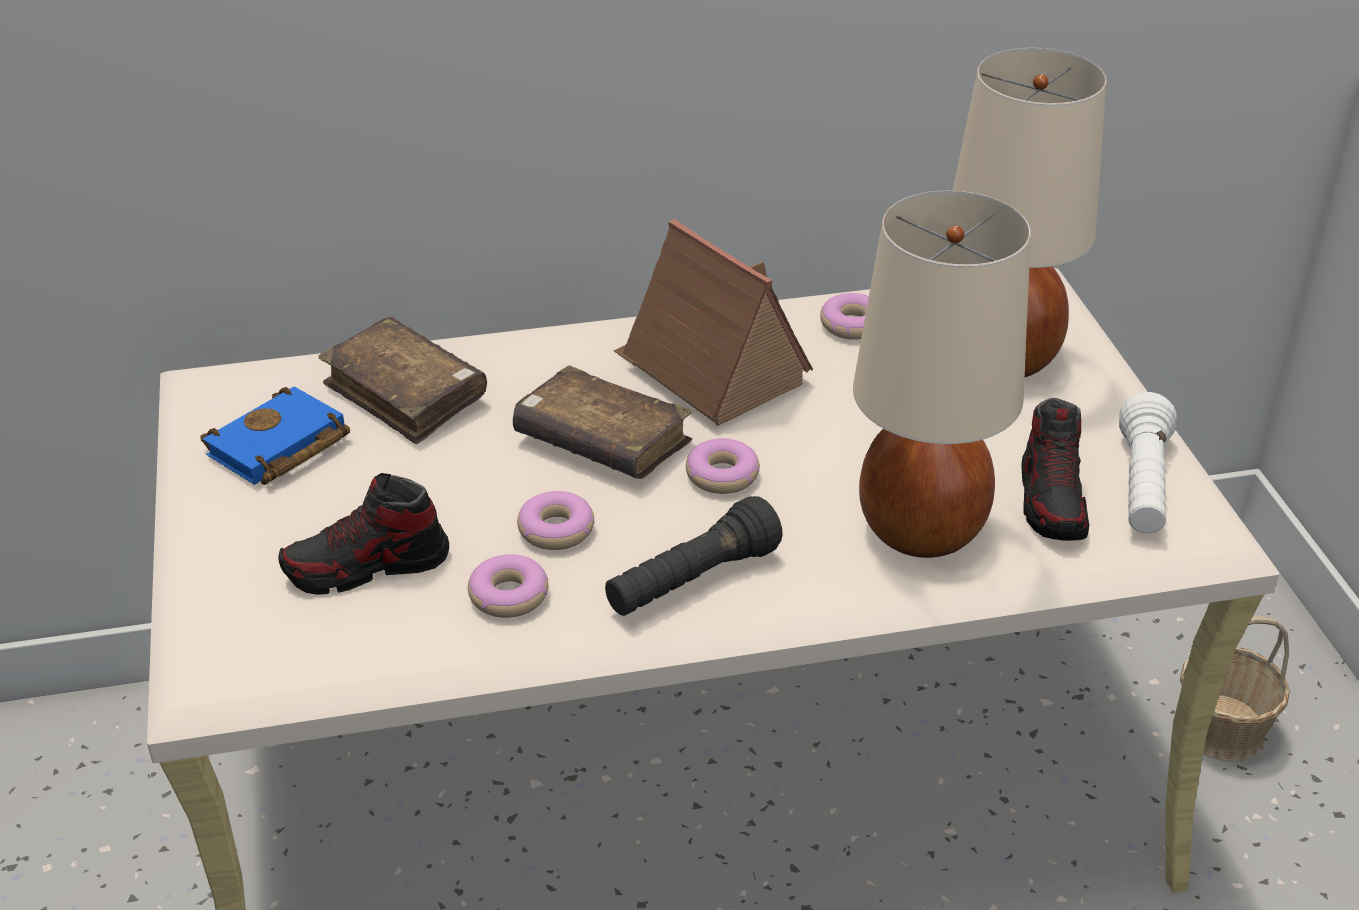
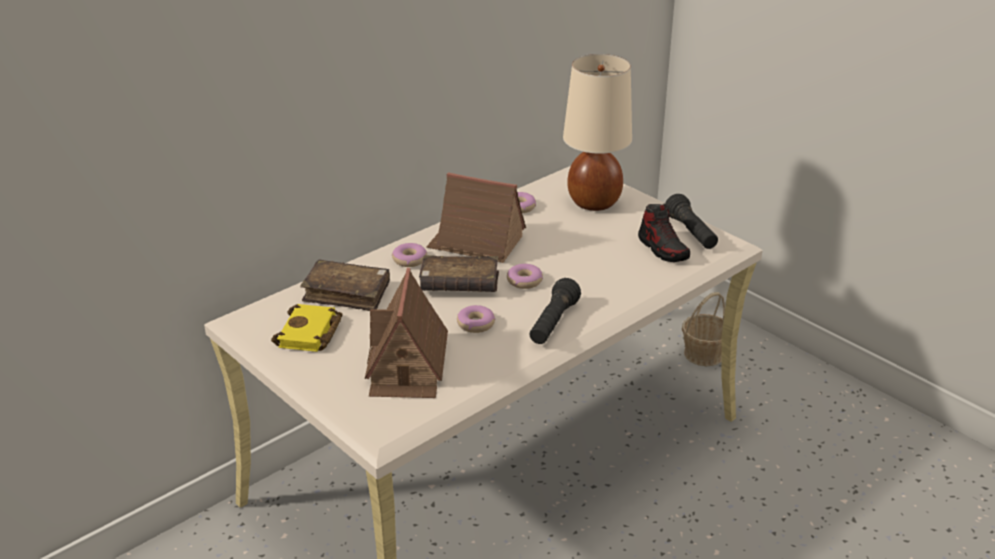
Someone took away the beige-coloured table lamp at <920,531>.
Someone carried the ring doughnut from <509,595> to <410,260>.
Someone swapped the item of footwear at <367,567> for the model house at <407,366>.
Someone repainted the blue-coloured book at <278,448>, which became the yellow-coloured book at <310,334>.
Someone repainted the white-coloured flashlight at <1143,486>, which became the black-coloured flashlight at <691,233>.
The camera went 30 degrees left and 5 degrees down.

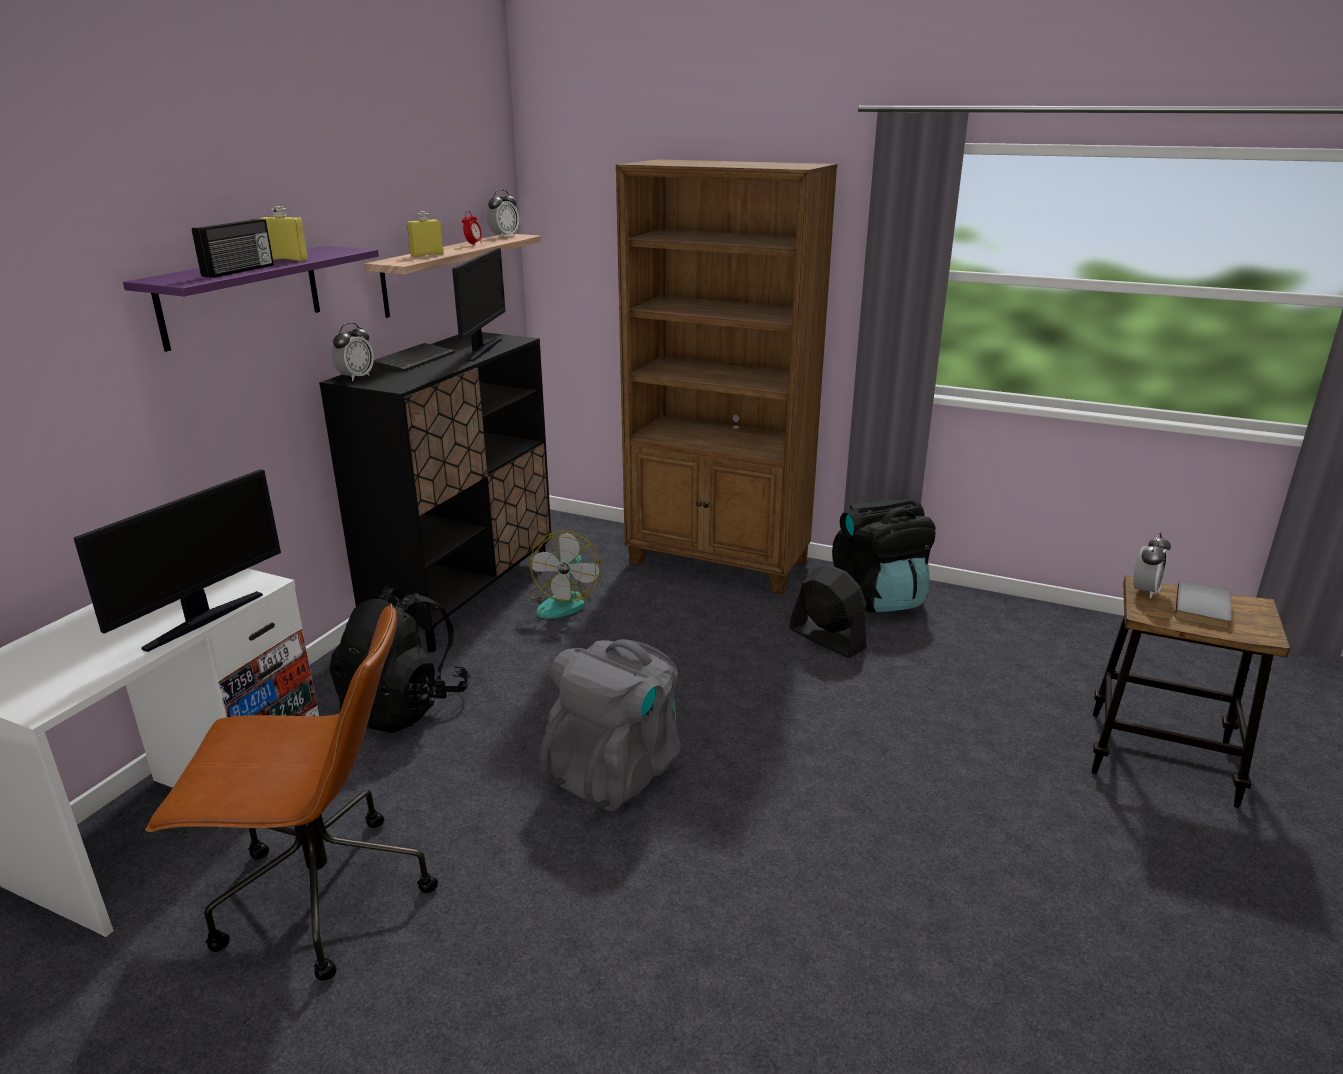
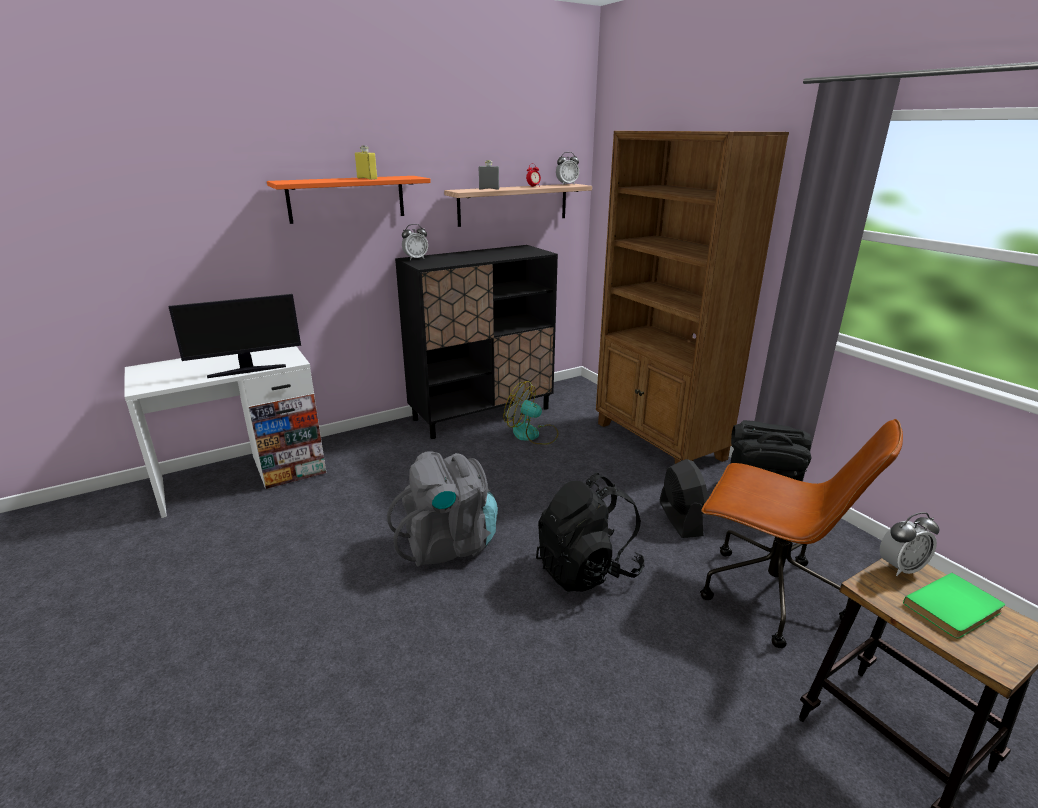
Someone took away the radio set at <240,271>.
Someone took away the computer keyboard at <414,359>.
Someone took away the computer display at <482,350>.
Someone carried the brown-coloured computer chair from <320,896> to <767,594>.
Someone carried the black-coloured rucksack from <404,706> to <587,569>.
Someone repainted the purple shelf at <241,296>, which became the orange shelf at <347,199>.
Someone repainted the yellow-coloured beverage bottle at <427,255>, which became the grey beverage bottle at <489,189>.
Someone repainted the grey book at <1205,608>, which became the green-coloured book at <955,609>.
Someone rotated the electric fan at <564,601> by 75 degrees clockwise.
The camera went 35 degrees right and 0 degrees up.

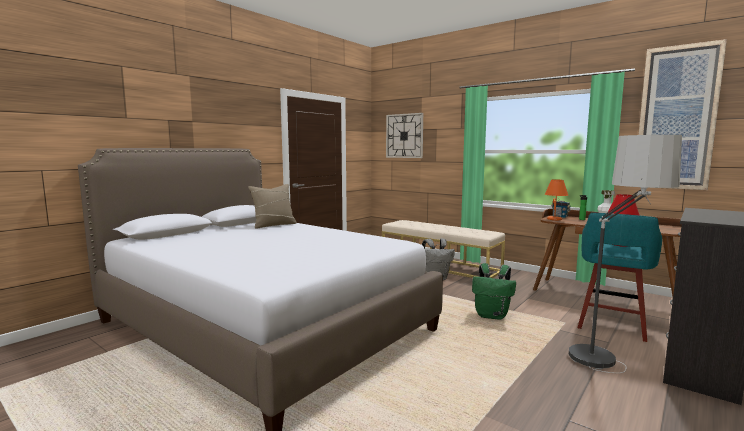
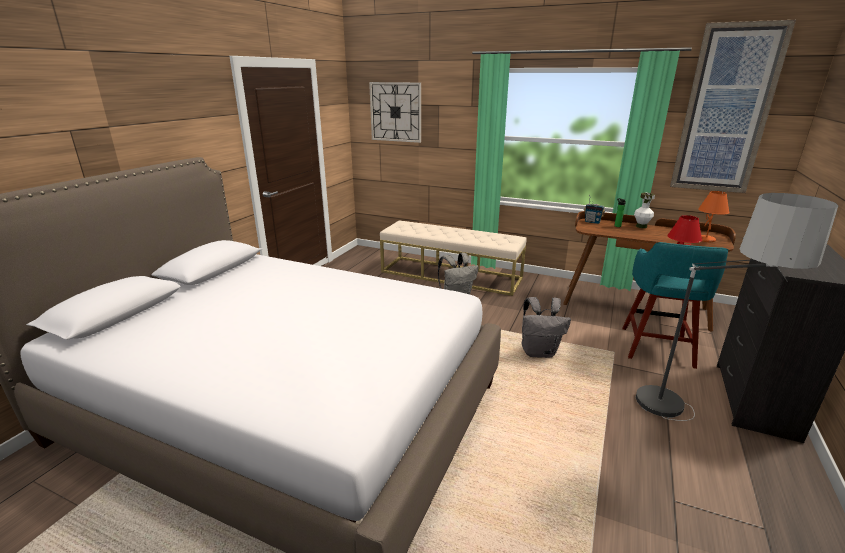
Someone took away the beige-coloured pillow at <273,225>.
Someone carried the orange table lamp from <554,219> to <706,240>.
Someone repainted the green-coloured rucksack at <492,315>, which became the grey rucksack at <539,352>.
The camera went 15 degrees left and 15 degrees up.

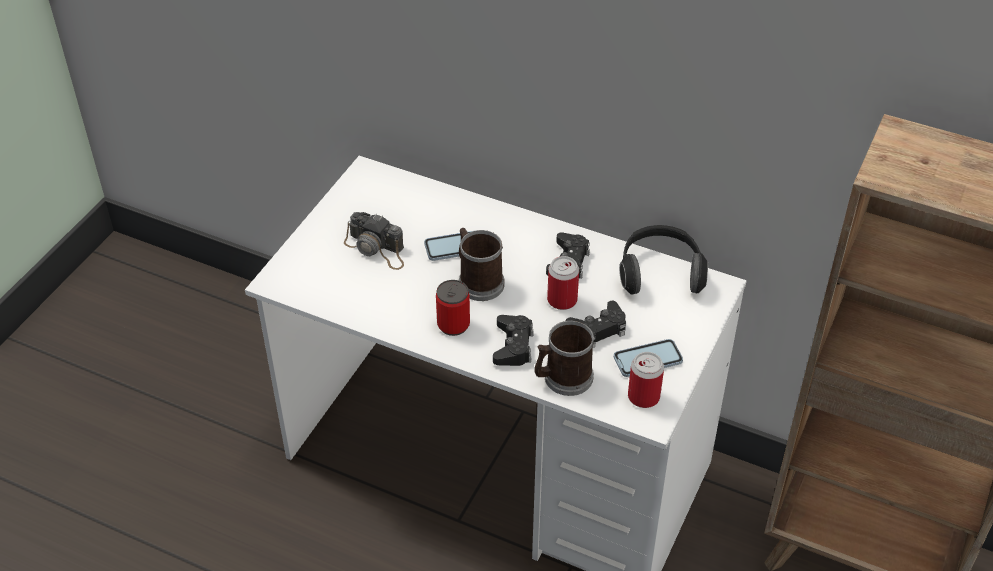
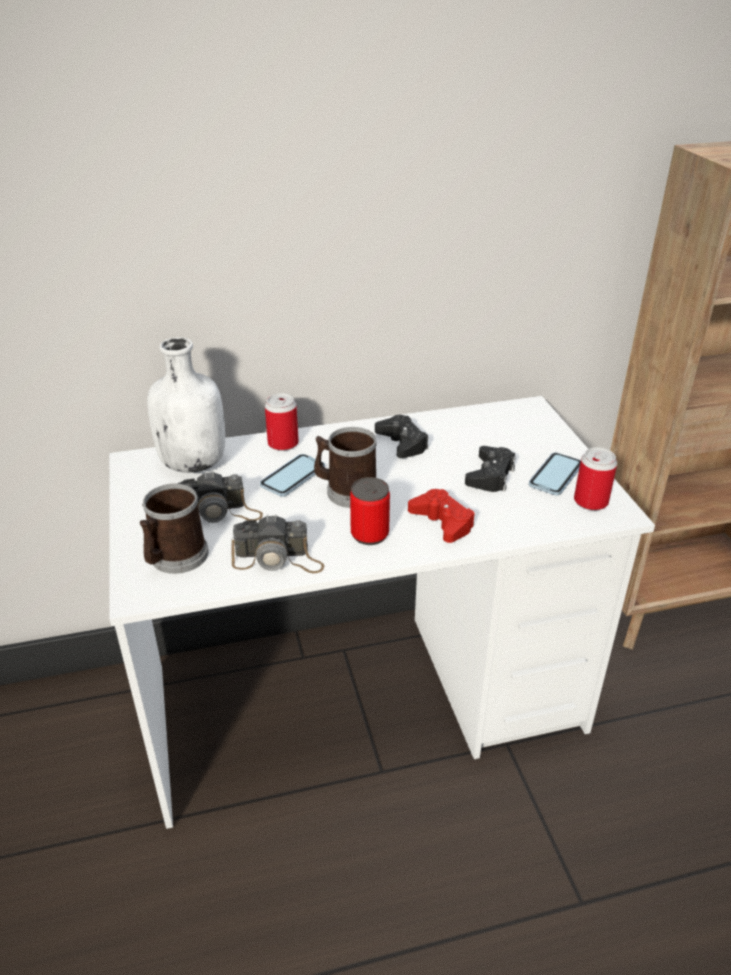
Someone took away the headset at <660,273>.
Someone put down the white-coloured beverage bottle at <194,462>.
Someone put down the still camera at <278,559>.
Someone carried the coffee mug from <563,378> to <175,558>.
Someone carried the sealed can from <562,300> to <283,443>.
Someone repainted the black-coloured game controller at <513,346>, which became the reddish game controller at <442,522>.
The camera went 40 degrees left and 10 degrees down.

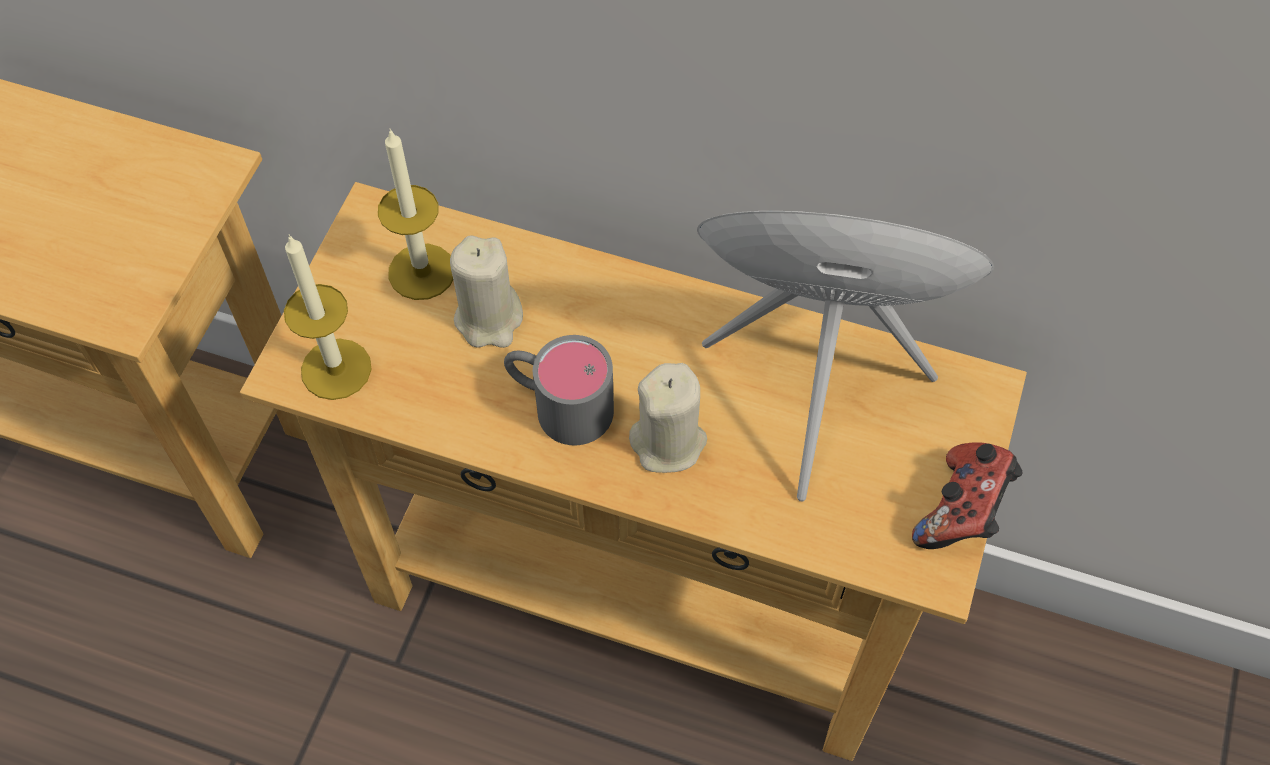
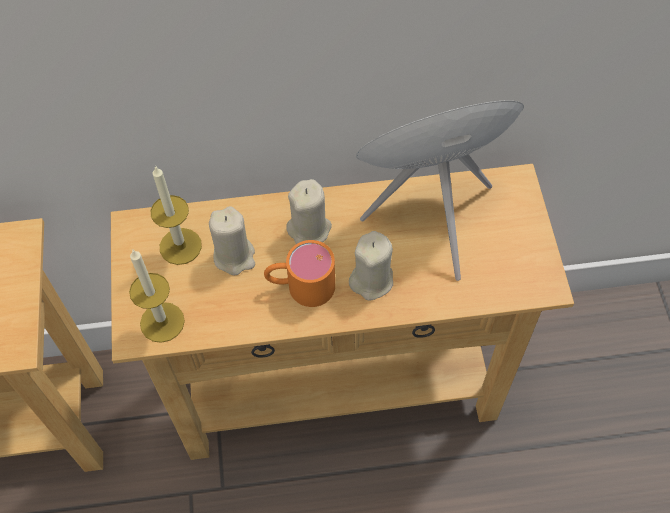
Someone took away the game controller at <962,511>.
Someone put down the beige-coloured wax candle at <309,229>.
Someone repainted the grey coffee mug at <558,404>, which became the orange coffee mug at <300,286>.
The camera went 25 degrees left and 0 degrees up.

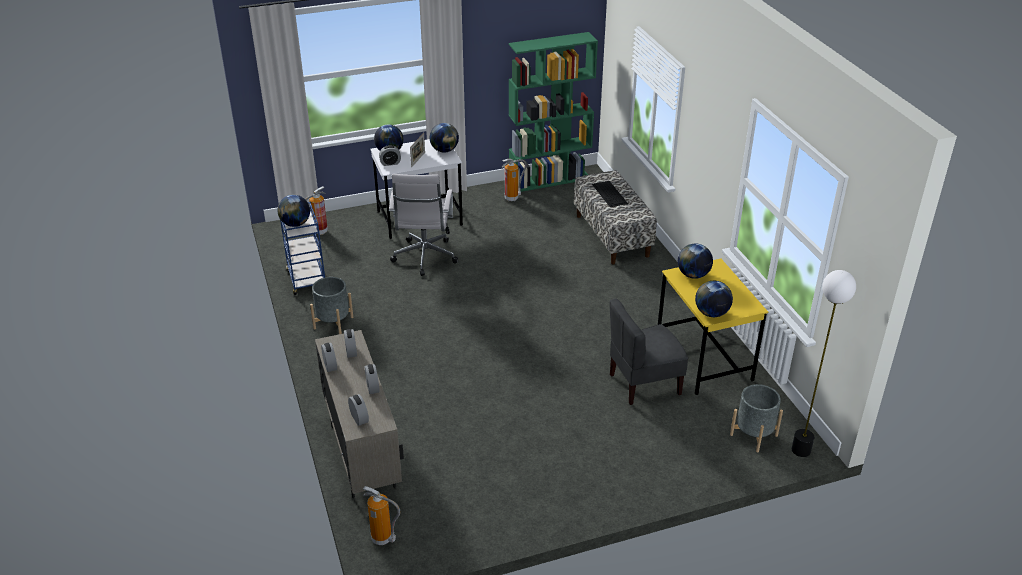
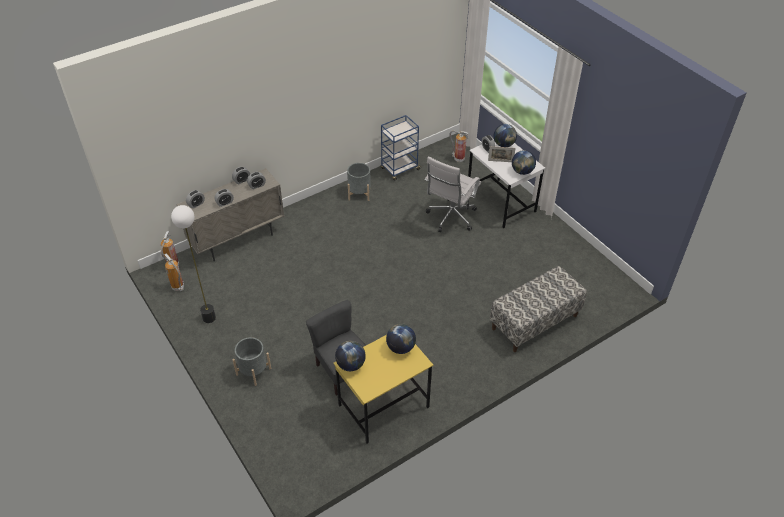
Someone took away the world globe at <295,224>.
Someone took away the green-coloured shelving unit at <550,180>.
Someone took away the computer keyboard at <610,194>.
Someone carried the fire extinguisher from <512,198> to <178,287>.
Someone carried the grey plant pot from <753,435> to <253,371>.
Someone carried the standing lamp from <801,450> to <209,318>.
Someone rotated the white-coloured computer chair at <424,258> by 45 degrees counterclockwise.
The camera went 75 degrees right and 10 degrees up.

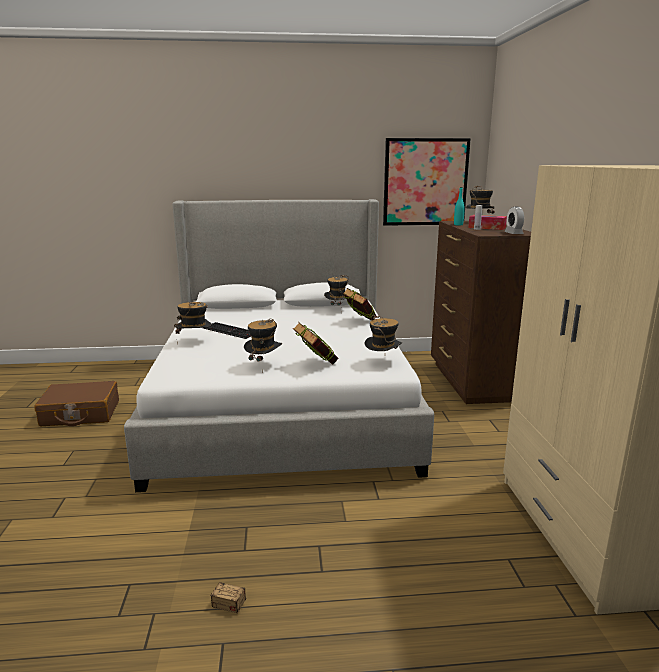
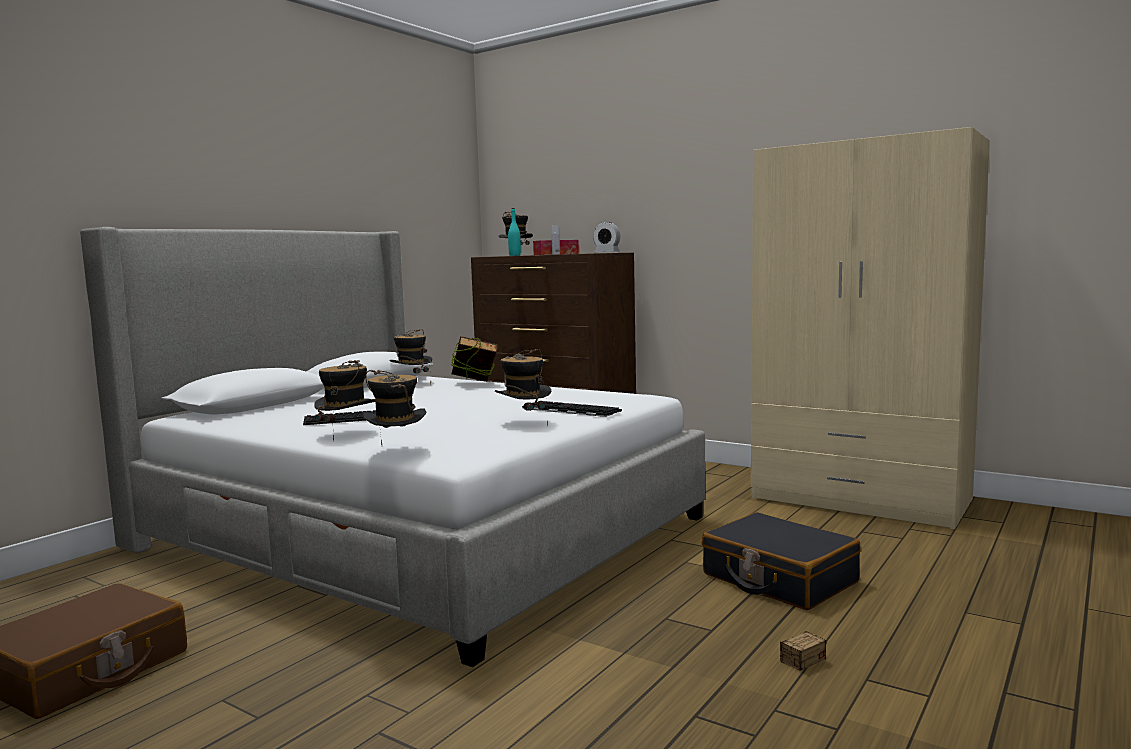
Someone took away the wall art at <425,182>.
Someone put down the black-coloured piece of luggage at <778,579>.
Someone carried the wearable hat from <382,363> to <396,452>.
Someone swapped the book at <315,364> for the computer keyboard at <569,410>.
The camera went 50 degrees left and 10 degrees down.

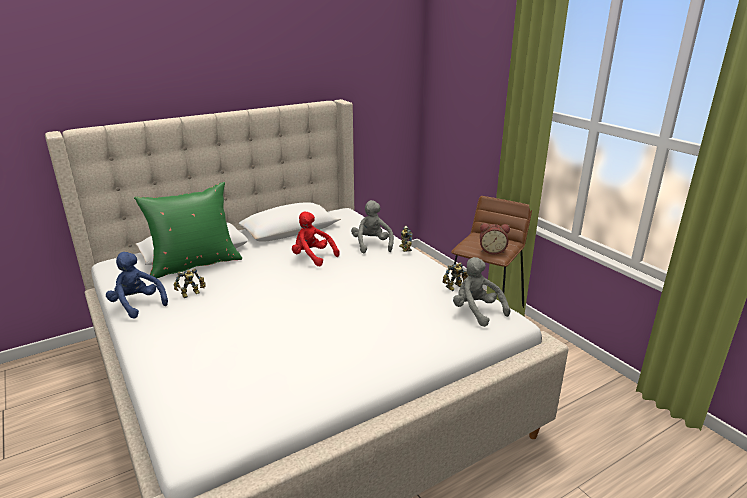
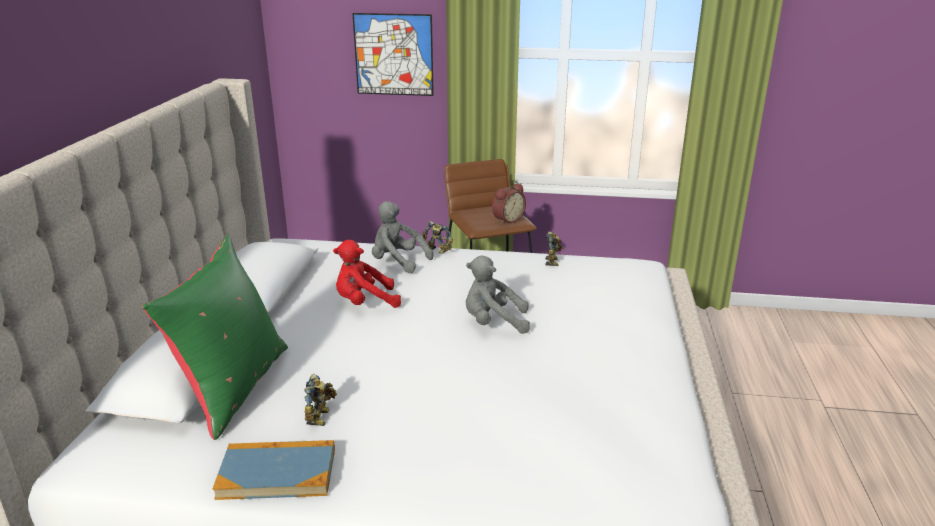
Someone put up the wall art at <393,54>.
Someone carried the grey plush toy from <476,311> to <493,323>.
Someone swapped the blue-coloured plush toy at <137,304> for the book at <277,473>.
The camera went 50 degrees left and 0 degrees up.

